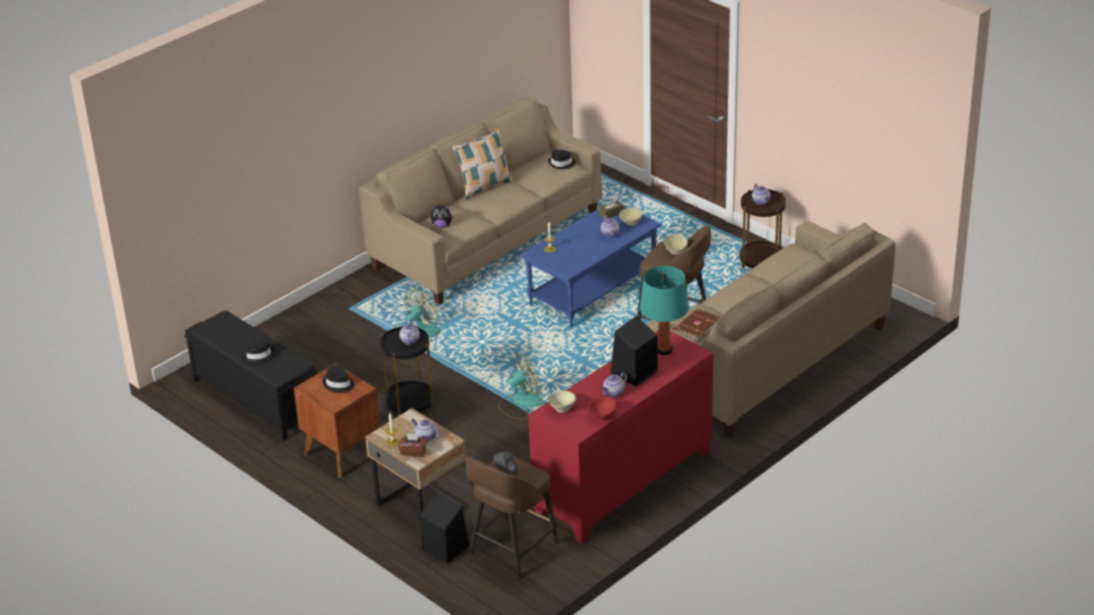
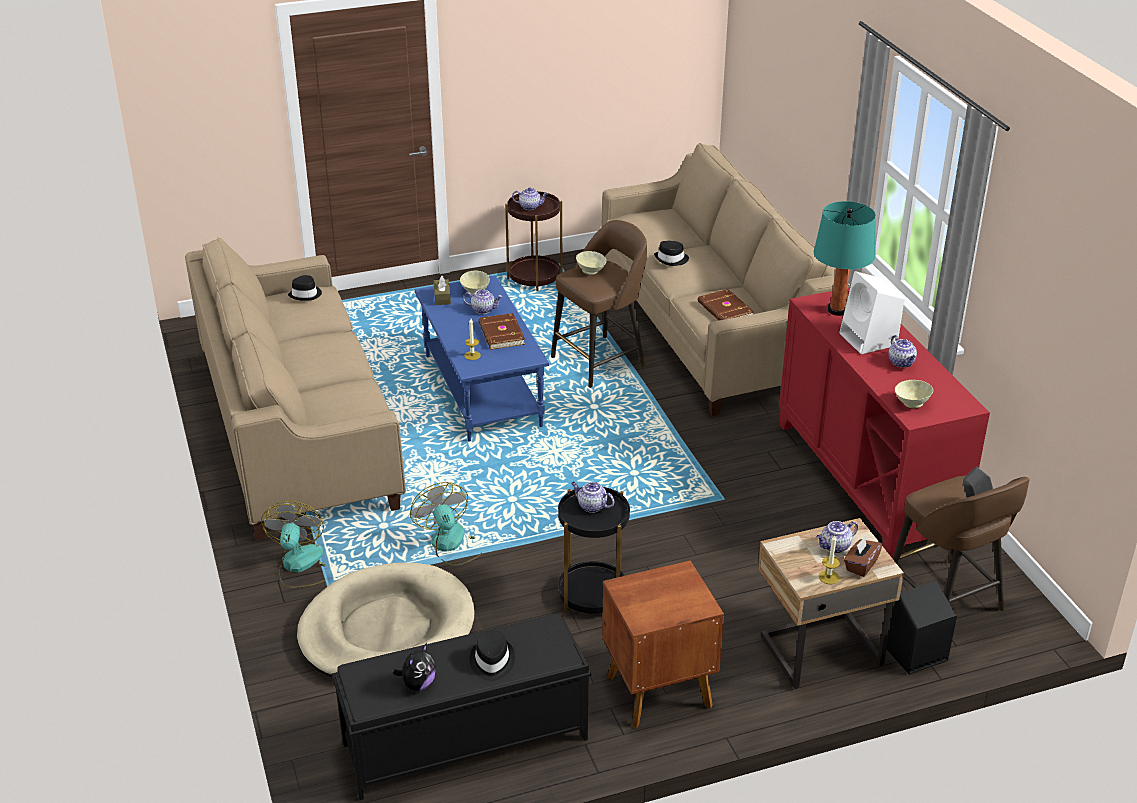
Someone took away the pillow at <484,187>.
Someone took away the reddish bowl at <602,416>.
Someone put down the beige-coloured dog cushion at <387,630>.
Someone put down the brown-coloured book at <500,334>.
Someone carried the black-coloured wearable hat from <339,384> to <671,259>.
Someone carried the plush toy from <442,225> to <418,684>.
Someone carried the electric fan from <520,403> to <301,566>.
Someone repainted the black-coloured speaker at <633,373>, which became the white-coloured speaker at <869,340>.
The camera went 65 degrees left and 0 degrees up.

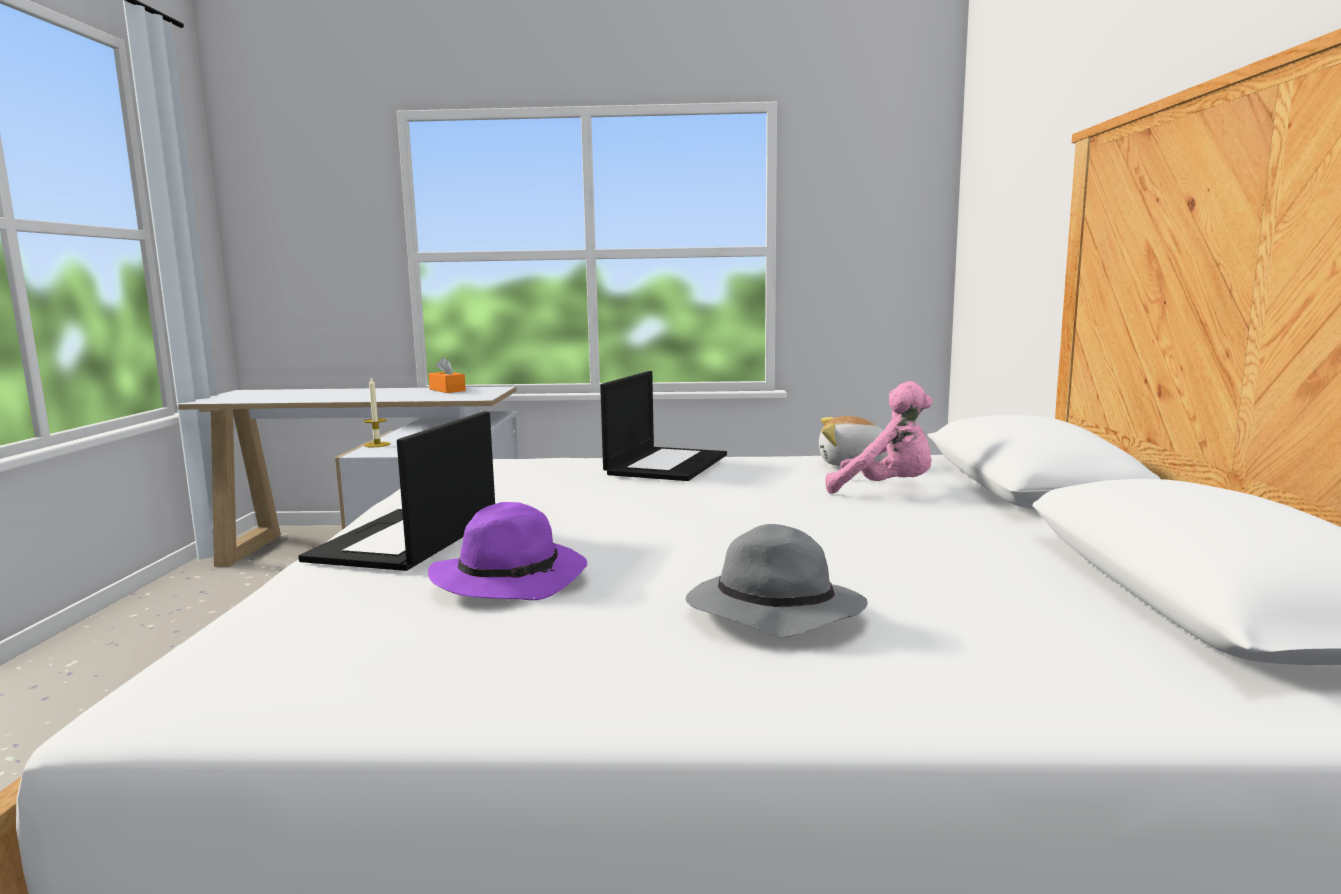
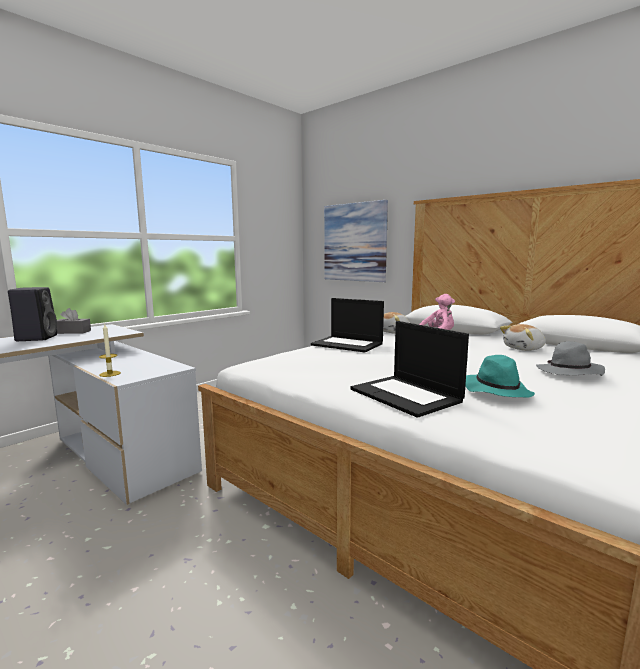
Someone put down the black-coloured speaker at <37,338>.
Someone put up the wall art at <354,242>.
Someone put down the plush toy at <524,349>.
Someone repainted the purple wearable hat at <512,578>, which became the blue-green wearable hat at <495,390>.
Someone repainted the orange tissue box at <447,390>, which became the grey tissue box at <73,332>.
Someone rotated the laptop at <666,464> by 150 degrees clockwise.
The camera went 50 degrees left and 0 degrees up.

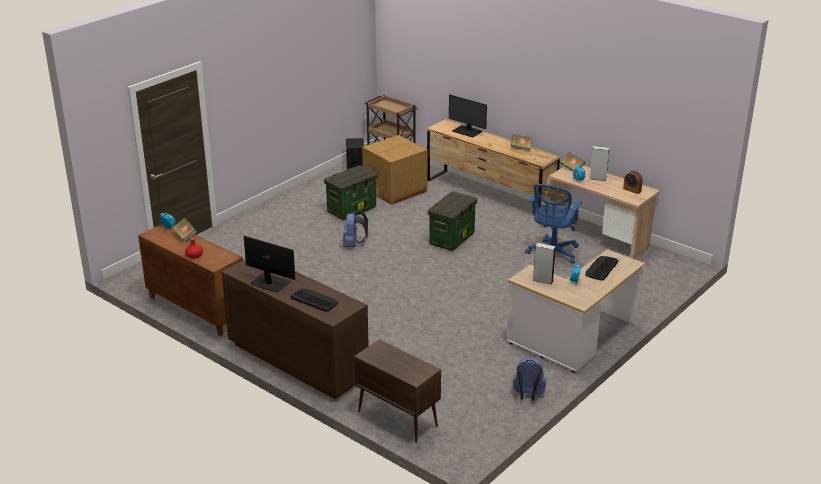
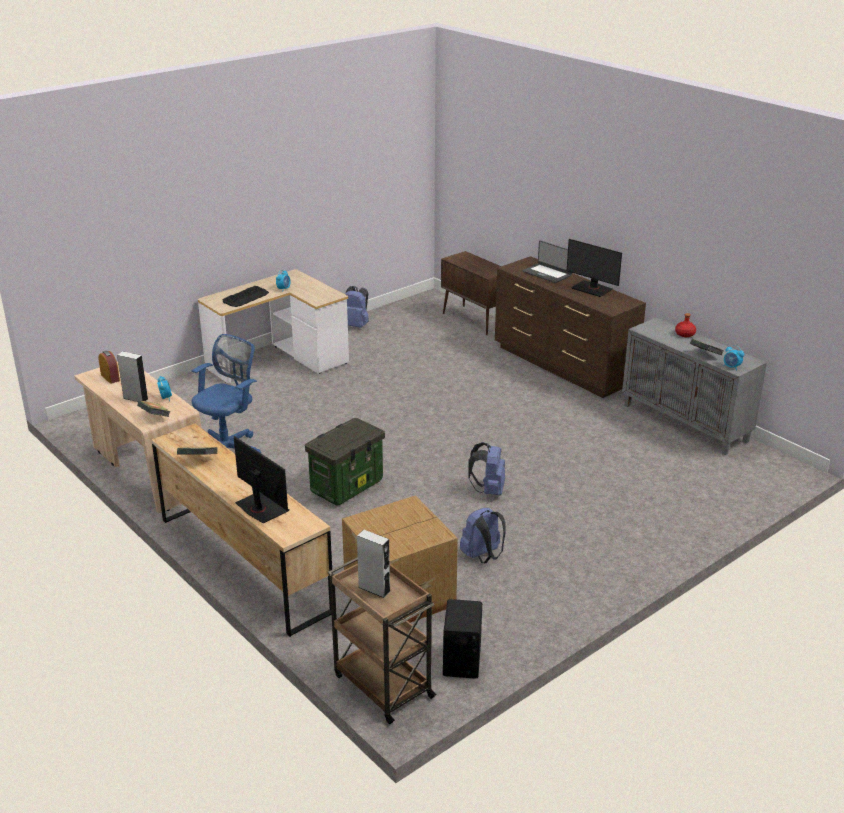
Someone carried the grey speaker from <543,280> to <374,589>.
Someone swapped the computer keyboard at <314,300> for the laptop at <547,273>.
Someone swapped the storage box at <352,210> for the blue-coloured rucksack at <483,556>.
Someone repainted the brown-coloured storage cabinet at <195,310>, which became the grey storage cabinet at <686,423>.
The camera went 170 degrees left and 0 degrees up.

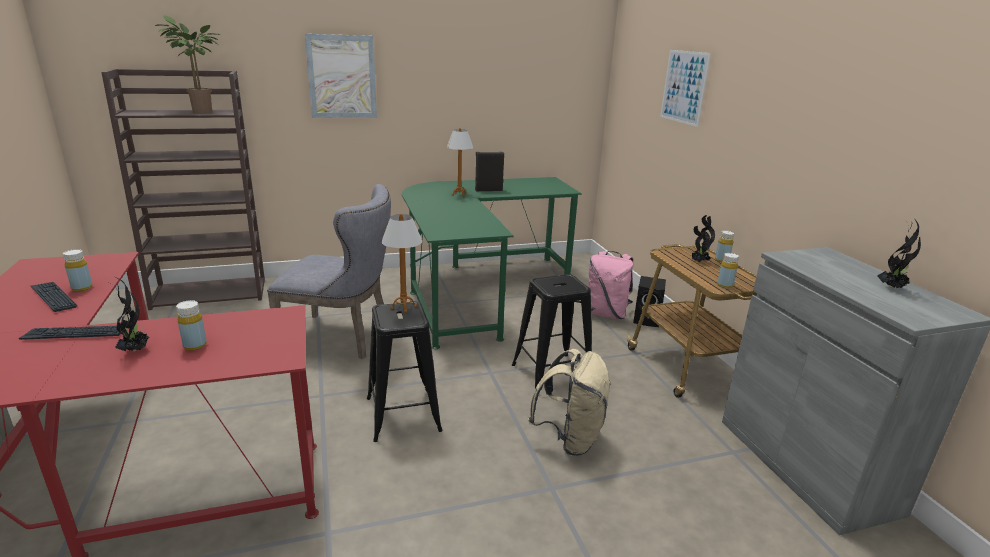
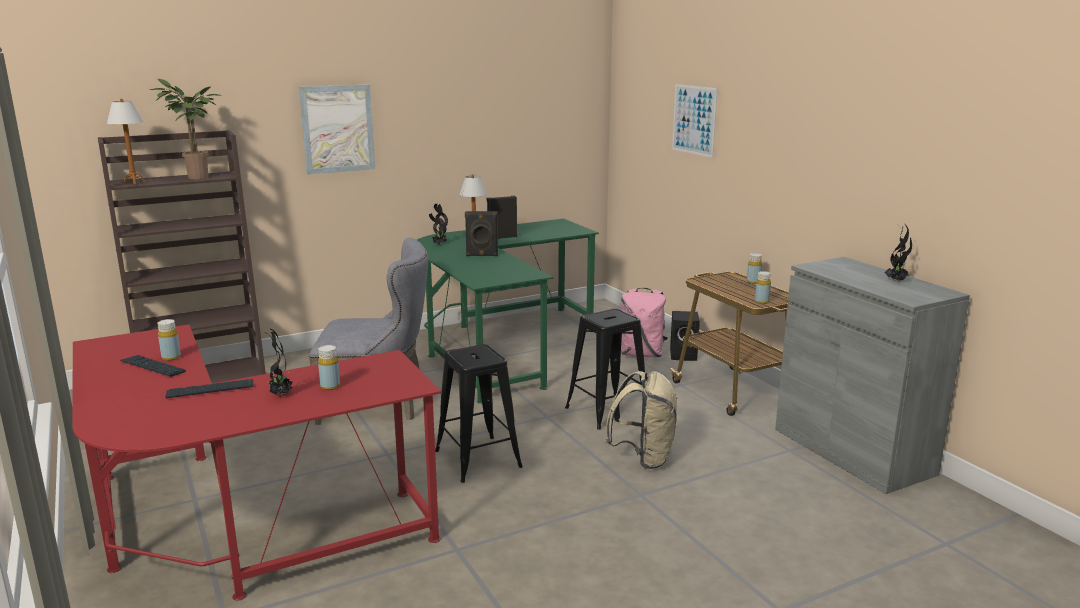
Someone put down the black-coloured speaker at <482,255>.
Someone carried the table lamp from <403,307> to <134,183>.
Someone carried the plant in a pot from <698,261> to <439,244>.
The camera went 10 degrees left and 5 degrees down.

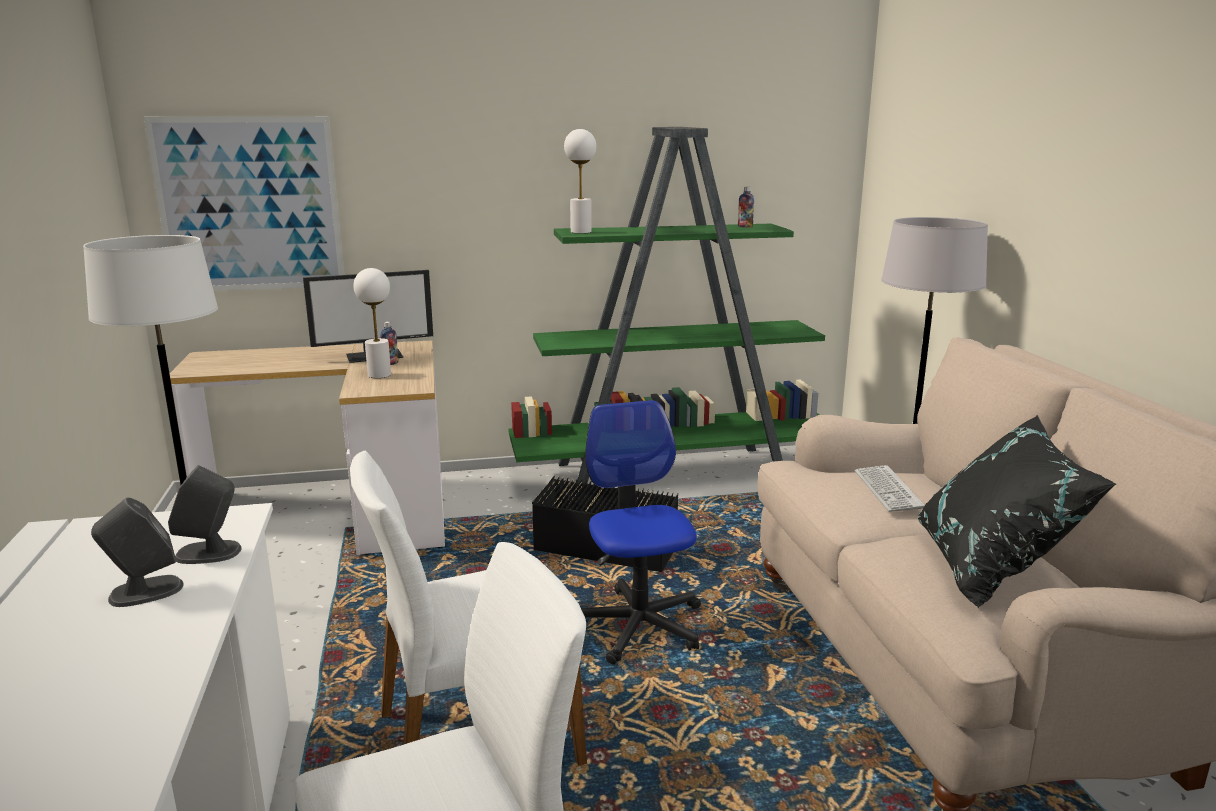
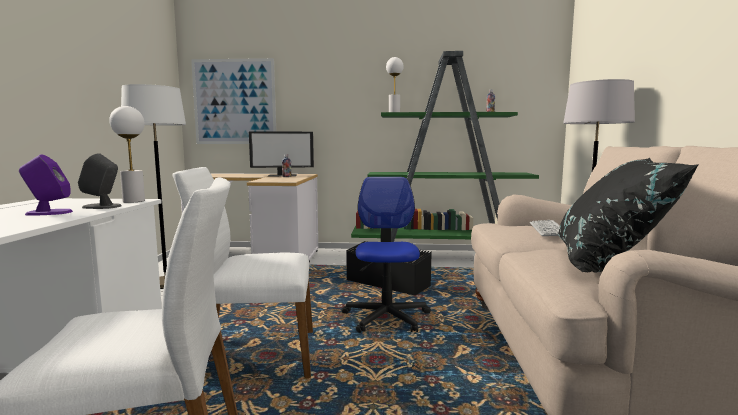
Someone carried the white-coloured table lamp from <379,375> to <134,201>.
Someone repainted the grey speaker at <145,592>, which became the purple speaker at <48,213>.
The camera went 15 degrees right and 10 degrees down.

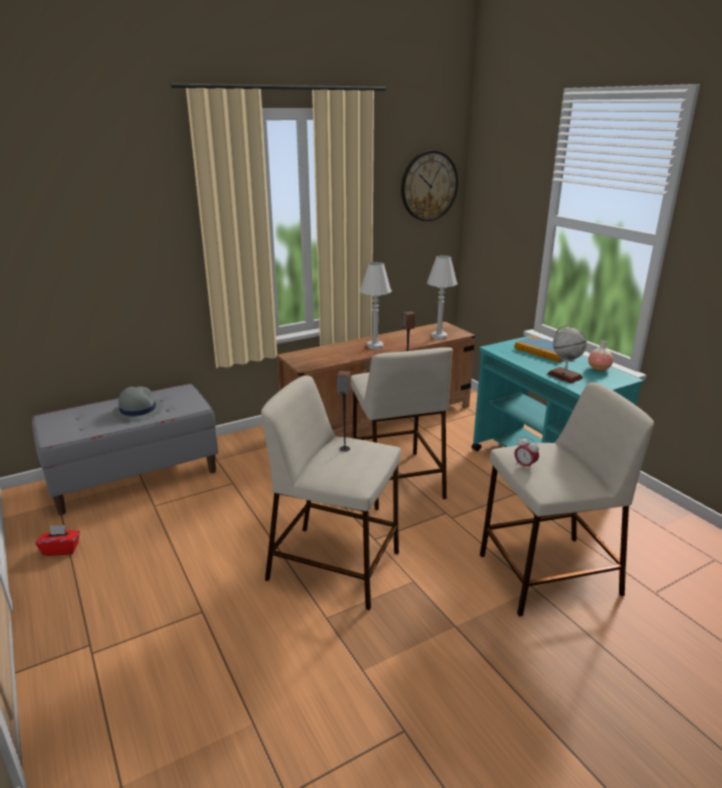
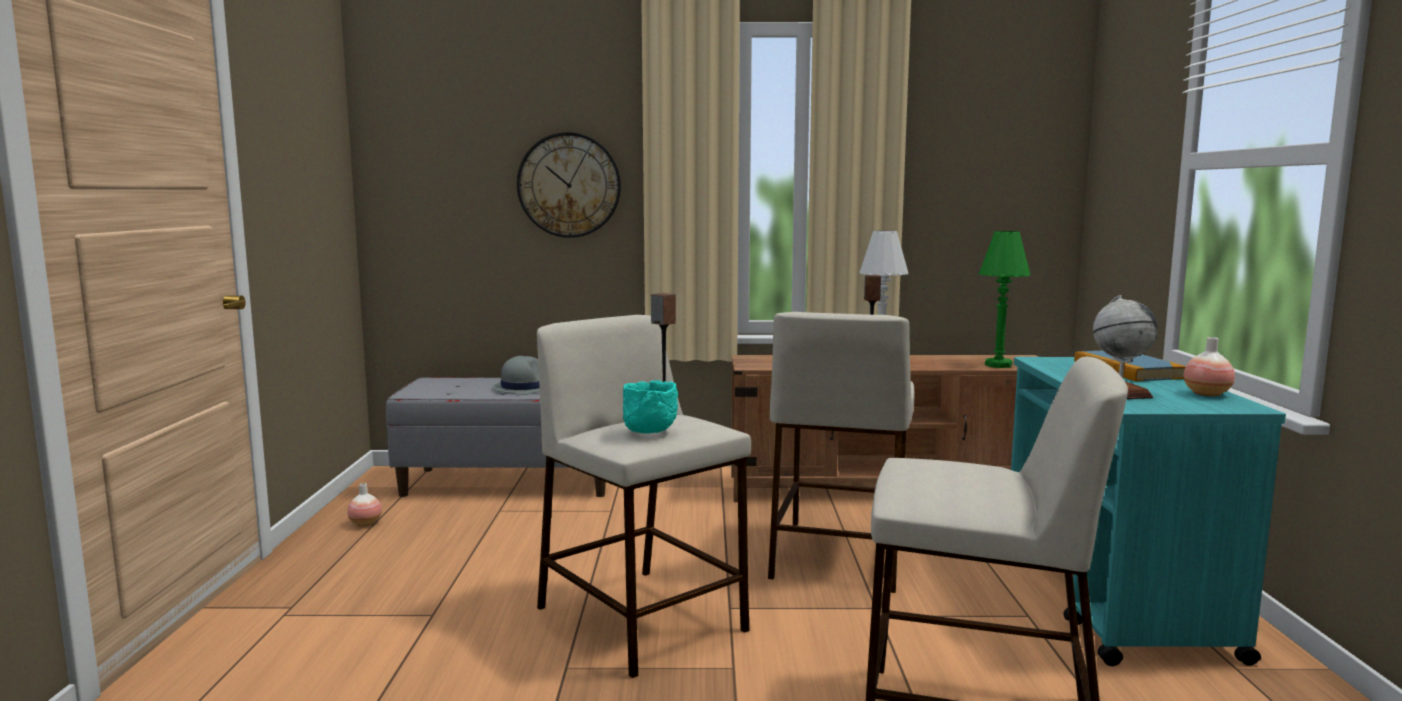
Someone took away the bedside clock at <524,466>.
Someone put down the blue-green bowl at <649,433>.
Someone carried the clock on the wall from <429,186> to <569,185>.
Someone swapped the reddish tissue box at <61,549> for the flower vase at <365,523>.
Someone repainted the white-coloured table lamp at <439,336>, which became the green-coloured table lamp at <998,365>.
The camera went 30 degrees right and 15 degrees down.

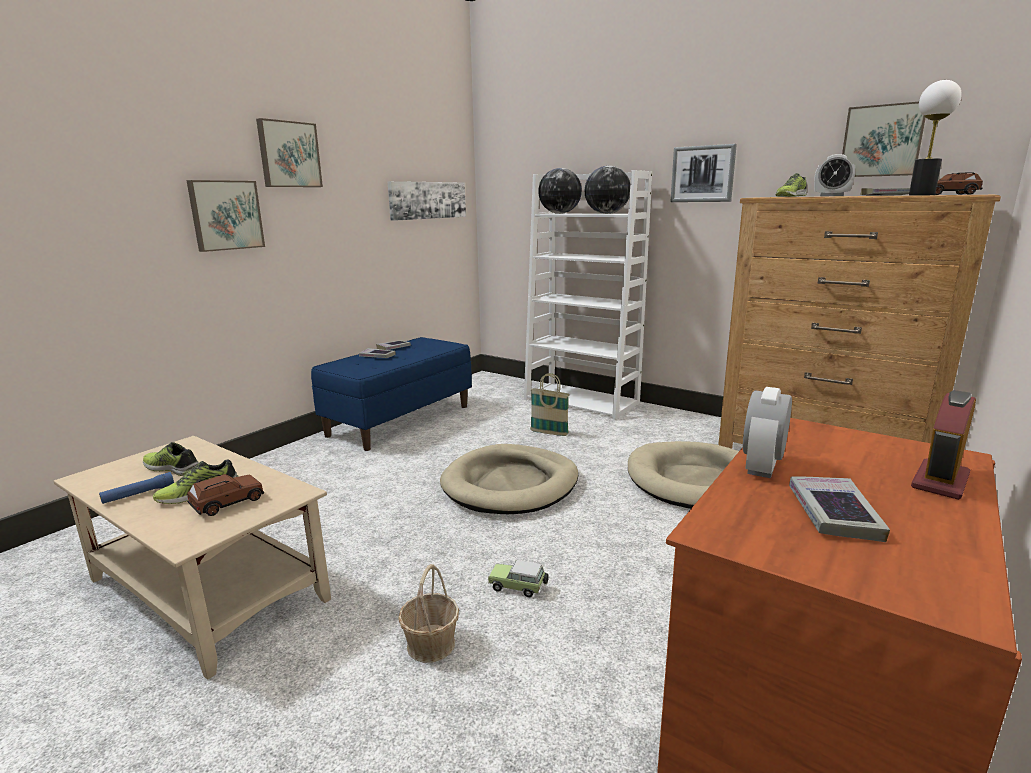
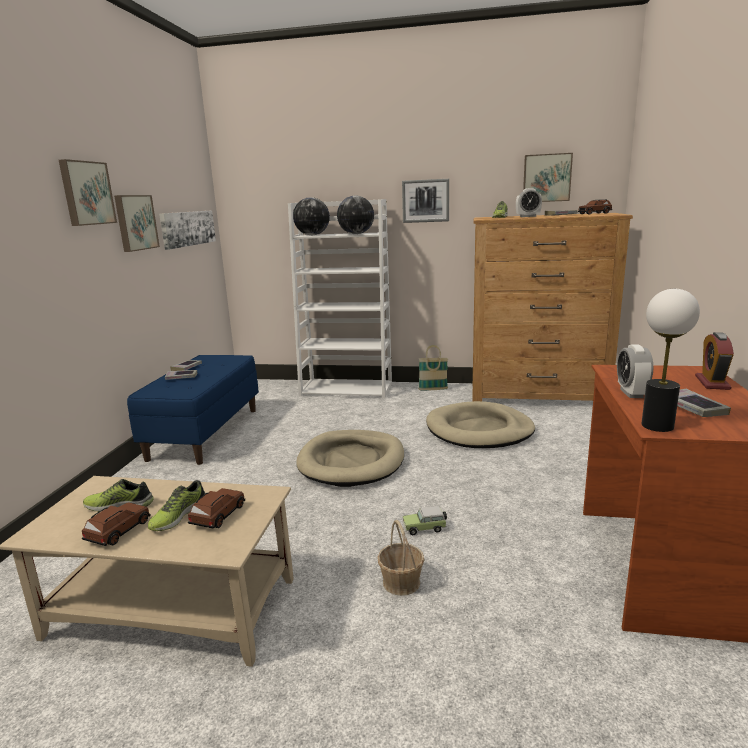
Someone carried the wall art from <225,215> to <135,222>.
Someone carried the household basket from <549,433> to <433,389>.
Someone carried the table lamp from <921,195> to <657,426>.
Someone swapped the blue-coloured flashlight at <138,494> for the brown-coloured toy car at <118,531>.
The camera went 25 degrees left and 0 degrees up.

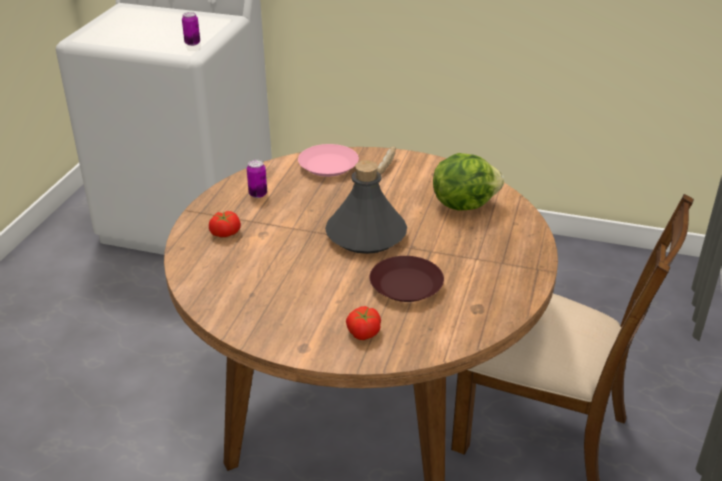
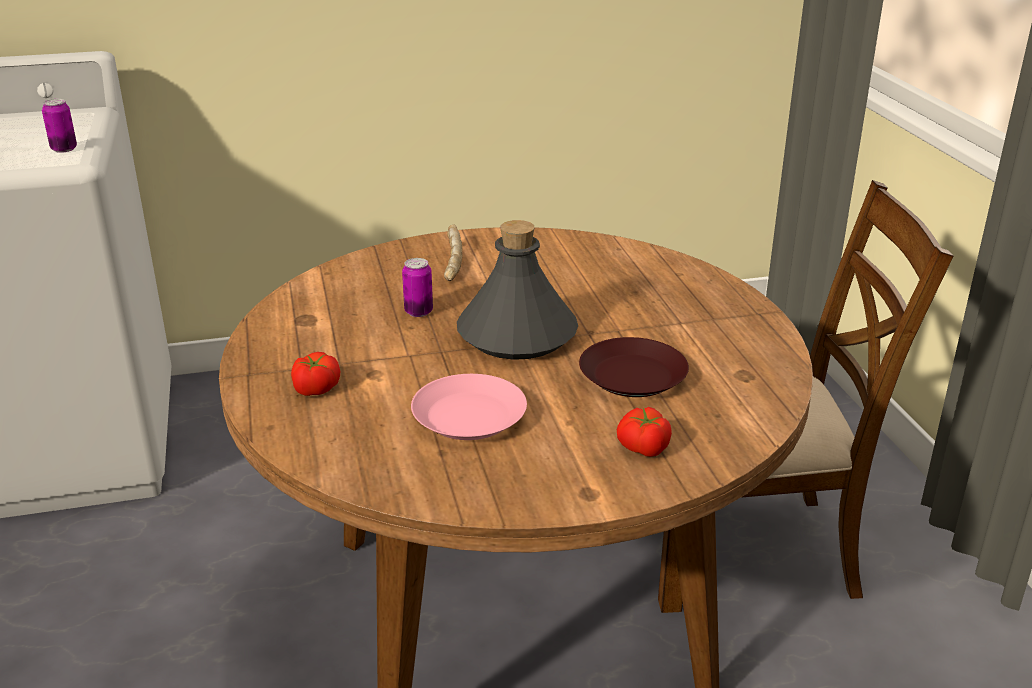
Someone took away the lettuce at <463,204>.
Someone carried the sealed can from <258,194> to <418,312>.
Someone carried the pink-coloured dinner plate from <328,166> to <469,417>.
The camera went 30 degrees left and 5 degrees down.

